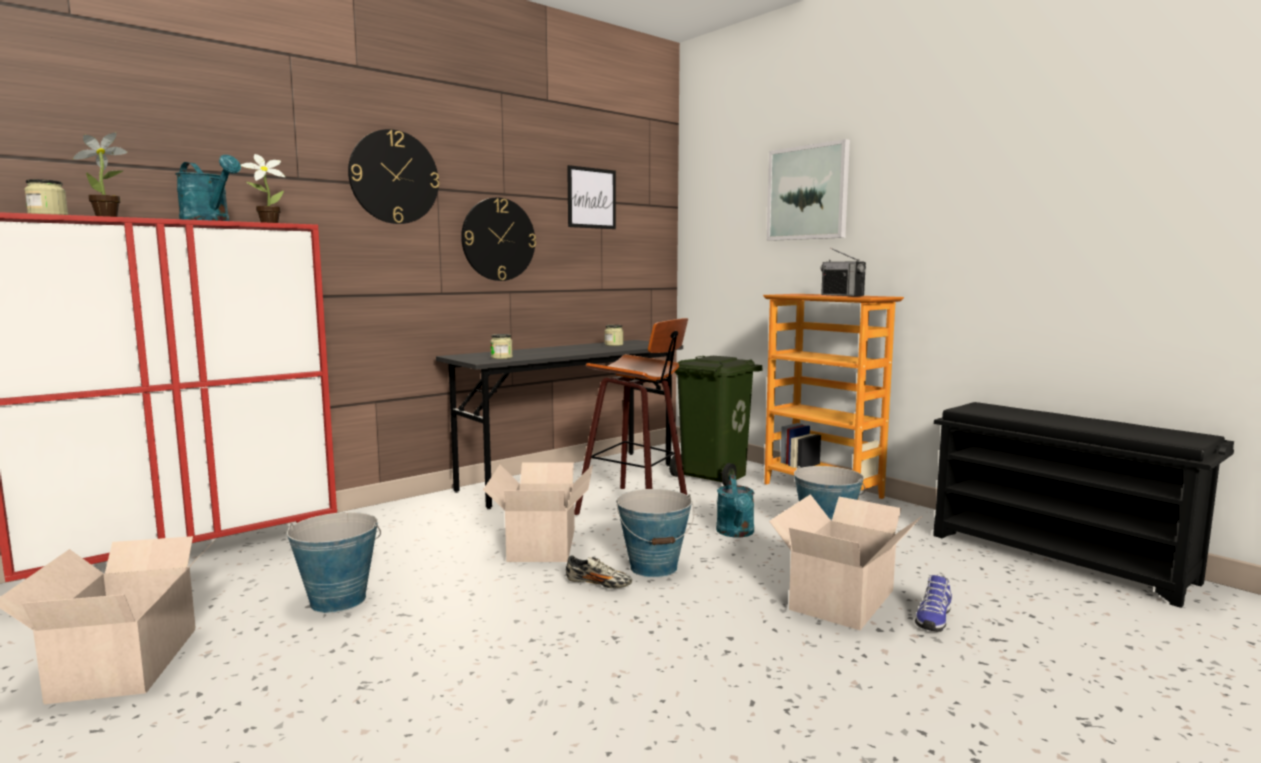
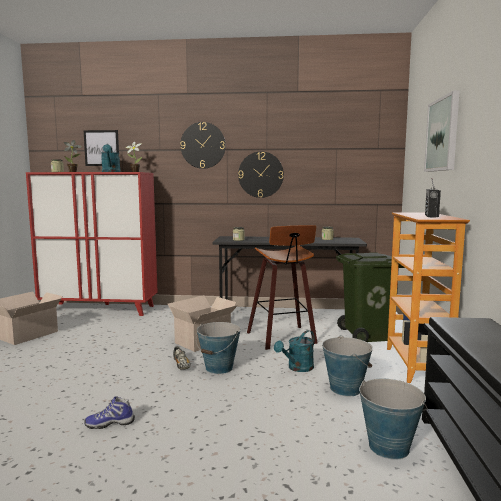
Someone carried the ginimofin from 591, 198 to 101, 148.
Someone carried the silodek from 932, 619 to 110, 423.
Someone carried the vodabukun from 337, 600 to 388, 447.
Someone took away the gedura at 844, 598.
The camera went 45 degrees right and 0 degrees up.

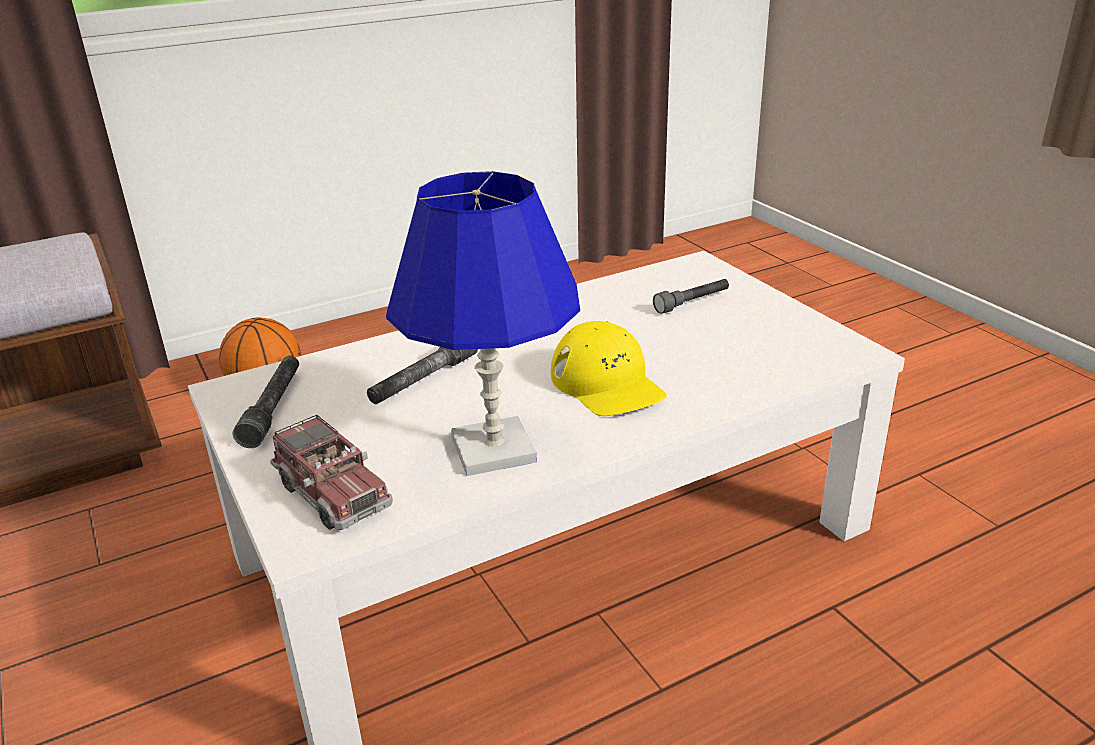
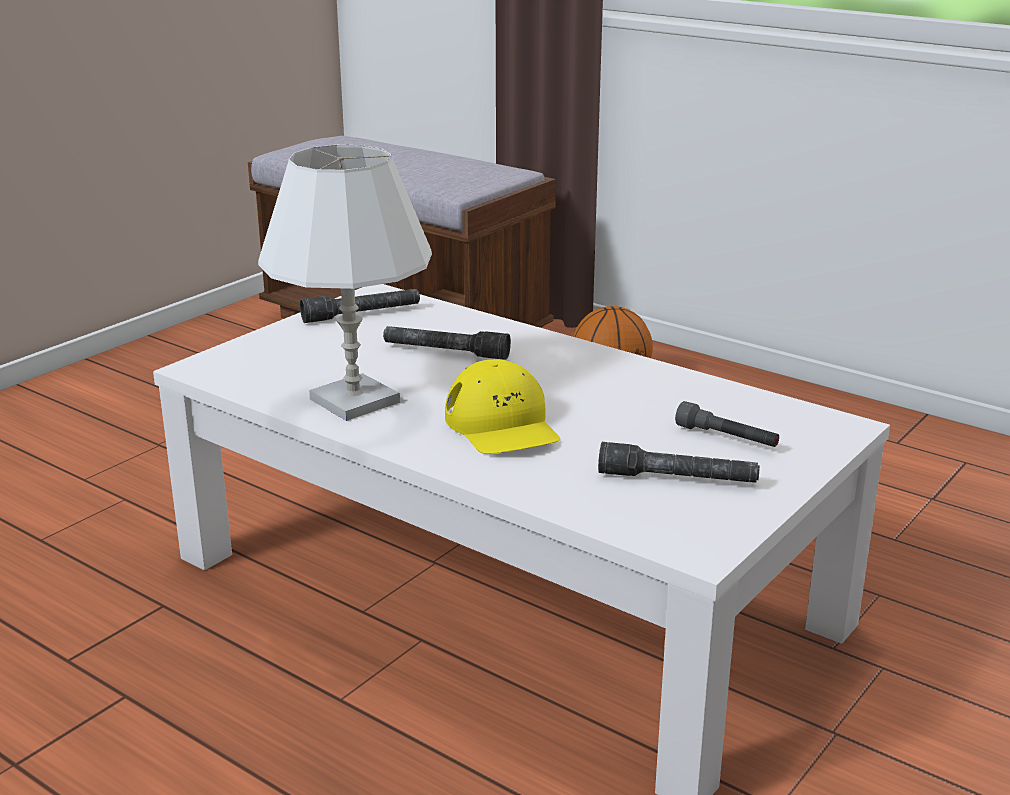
Someone repainted the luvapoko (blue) at 493, 450, which became the luvapoko (white) at 354, 401.
Someone rotated the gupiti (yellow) at 607, 383 by 60 degrees counterclockwise.
Someone put down the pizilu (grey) at 677, 478.
Someone took away the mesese at 332, 493.
The camera went 65 degrees right and 5 degrees down.

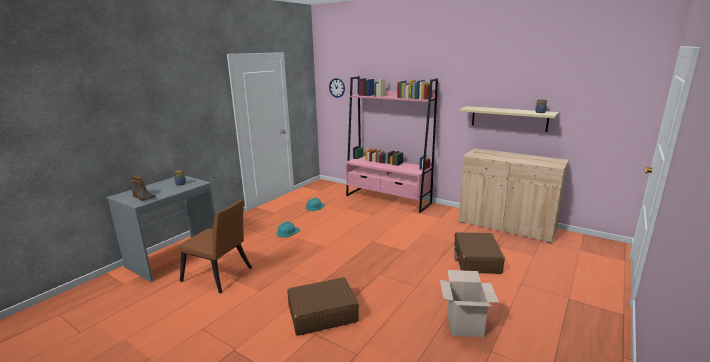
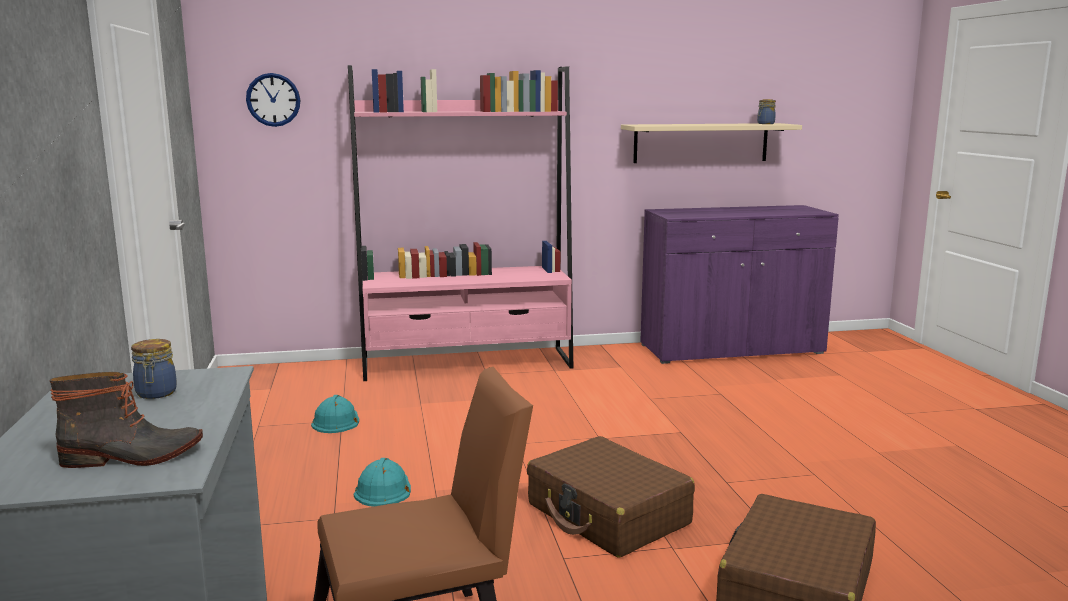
Someone carried the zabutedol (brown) from 476, 260 to 608, 515.
Someone repainted the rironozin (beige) at 506, 226, which became the rironozin (purple) at 731, 349.
Someone took away the gedura at 464, 324.
The camera went 45 degrees left and 5 degrees down.

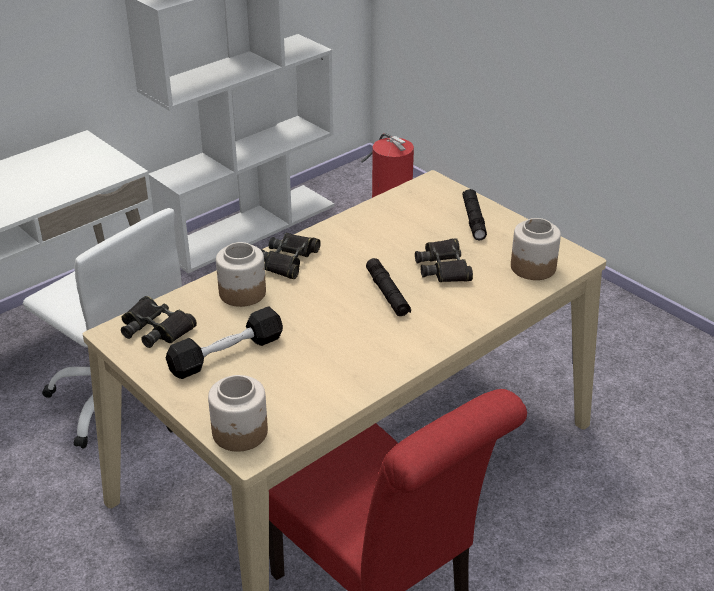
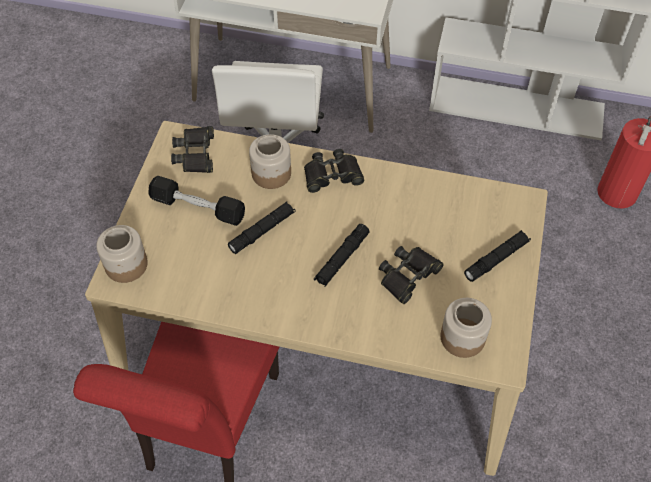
Someone put down the pizilu (black) at 262, 231.
The camera went 55 degrees right and 20 degrees up.

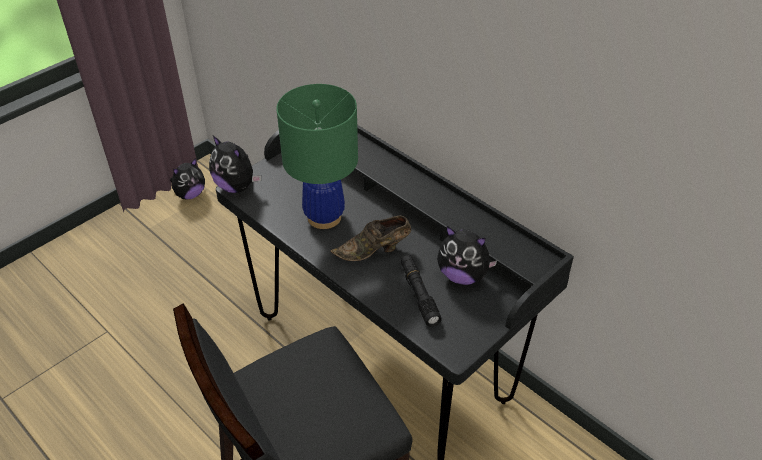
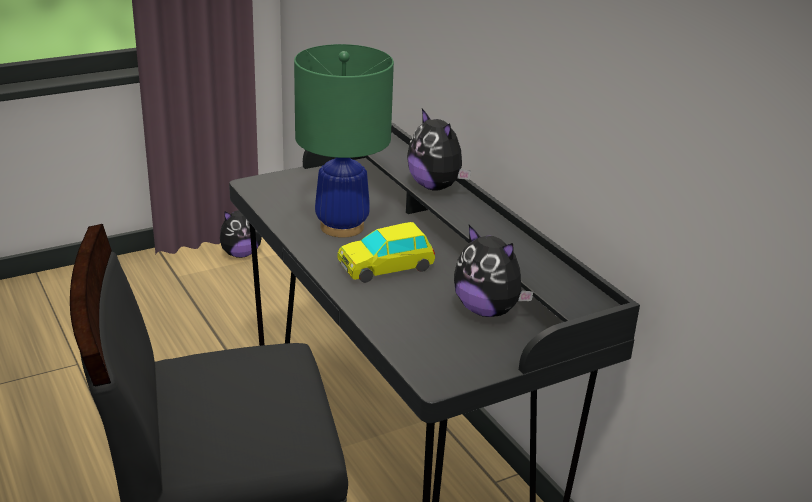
Someone swapped the silodek (brown) at 374, 251 for the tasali at 385, 267.
Someone carried the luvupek from 236, 186 to 436, 186.
Someone took away the pizilu (black) at 419, 294.
The camera went 15 degrees right and 15 degrees down.

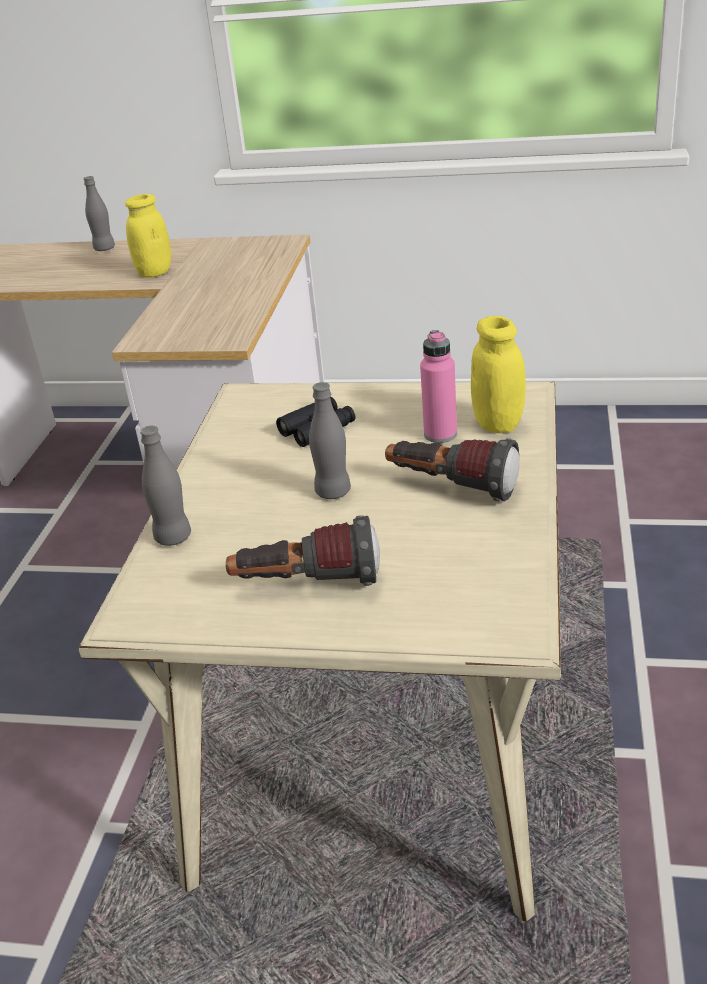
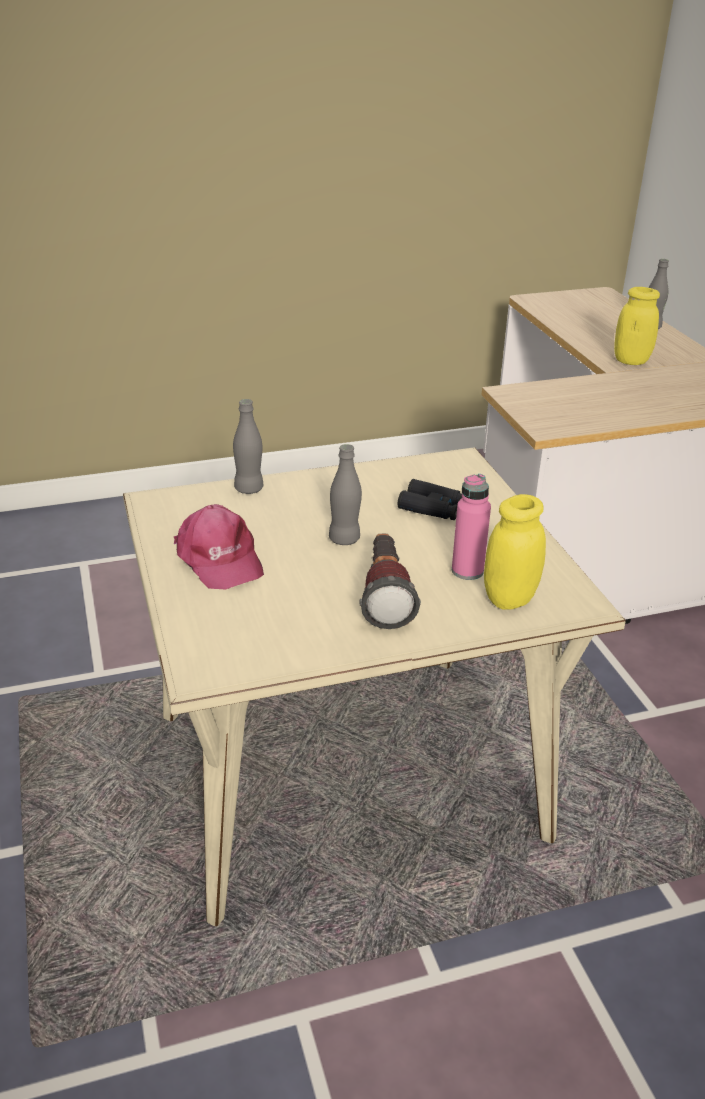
Someone swapped the pizilu at 307, 585 for the gupiti (pink) at 219, 559.
The camera went 60 degrees right and 0 degrees up.

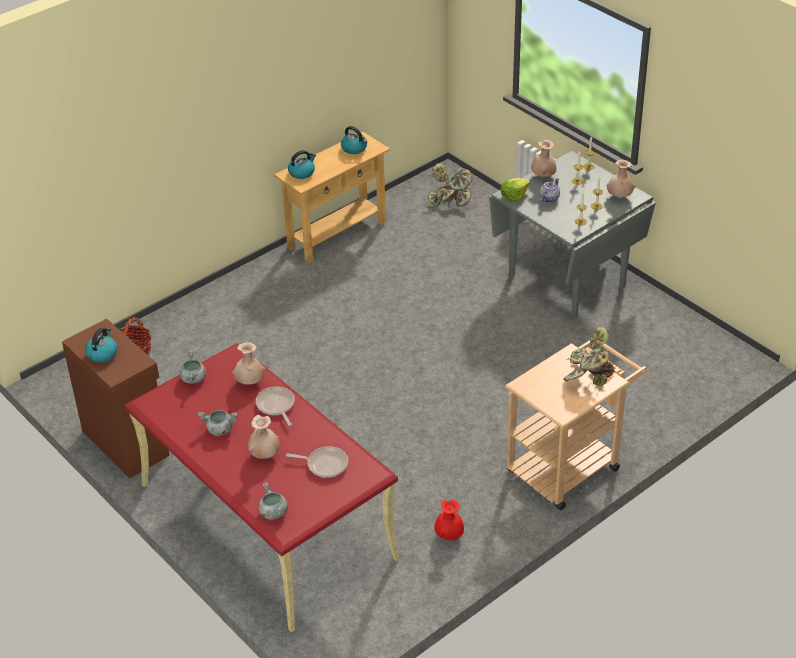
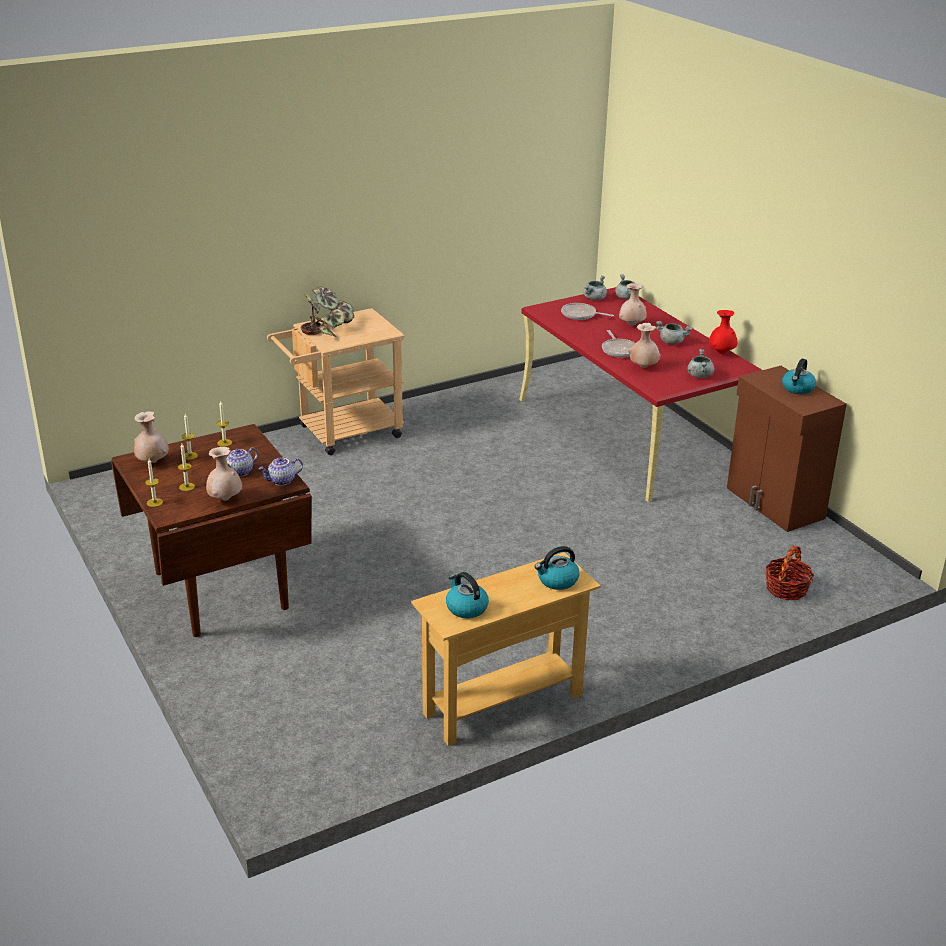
Someone repainted the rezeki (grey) at 566, 280, which became the rezeki (brown) at 222, 589.
Someone swapped the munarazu at 514, 196 for the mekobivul at 282, 481.
Someone put down the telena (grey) at 594, 299.
Someone carried the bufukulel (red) from 449, 535 to 721, 353.
Someone took away the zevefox at 451, 200.
The camera went 170 degrees left and 10 degrees down.

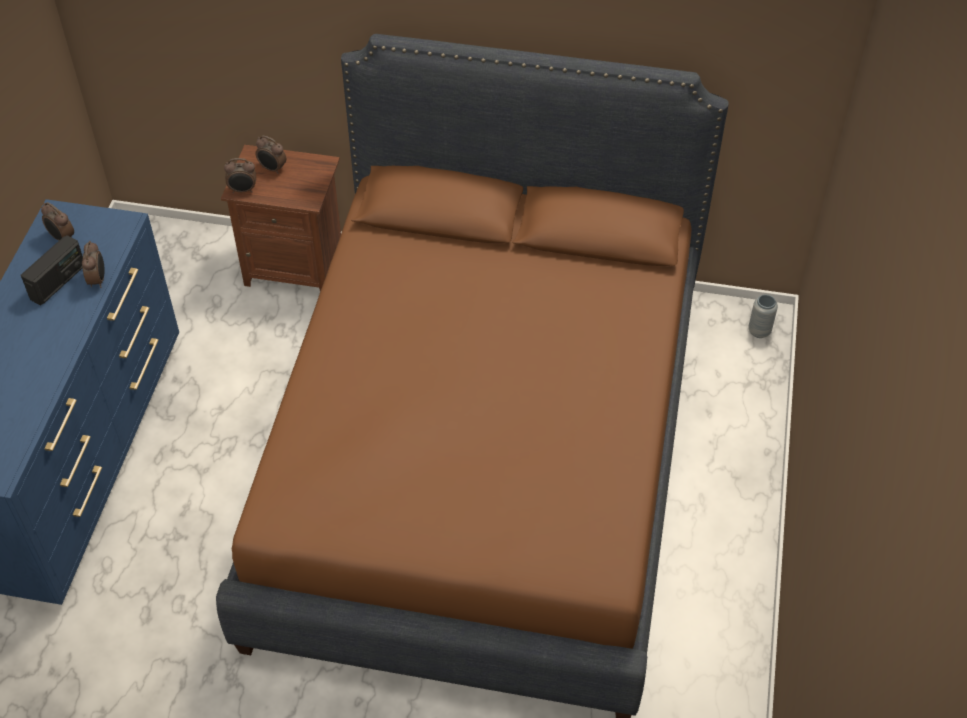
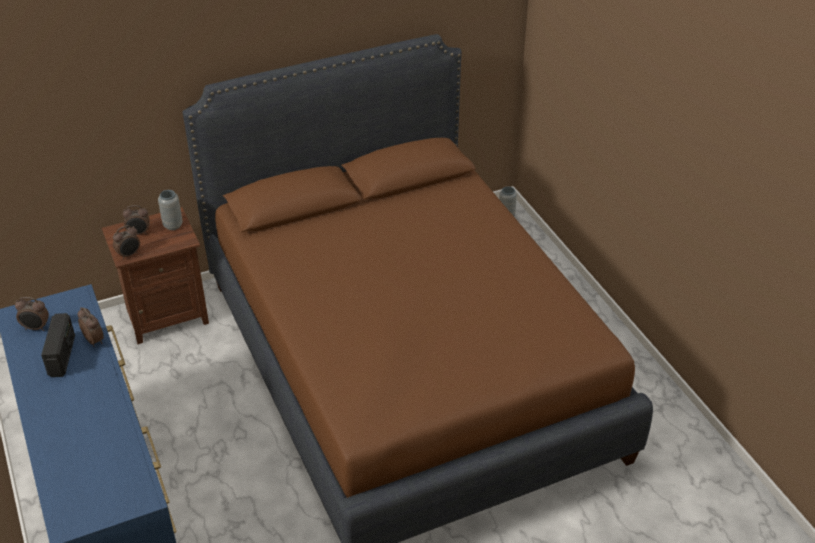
Someone put down the bufukulel (grey) at 173, 225.
The camera went 35 degrees left and 10 degrees down.

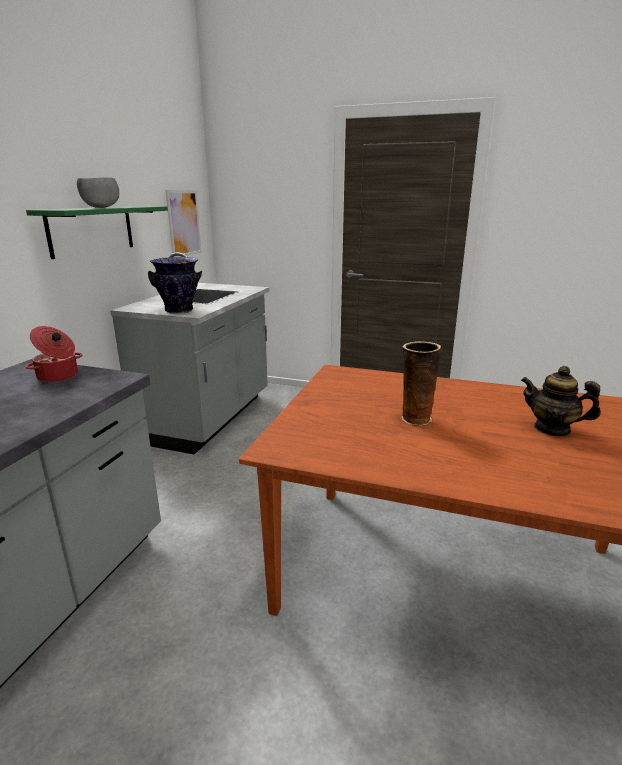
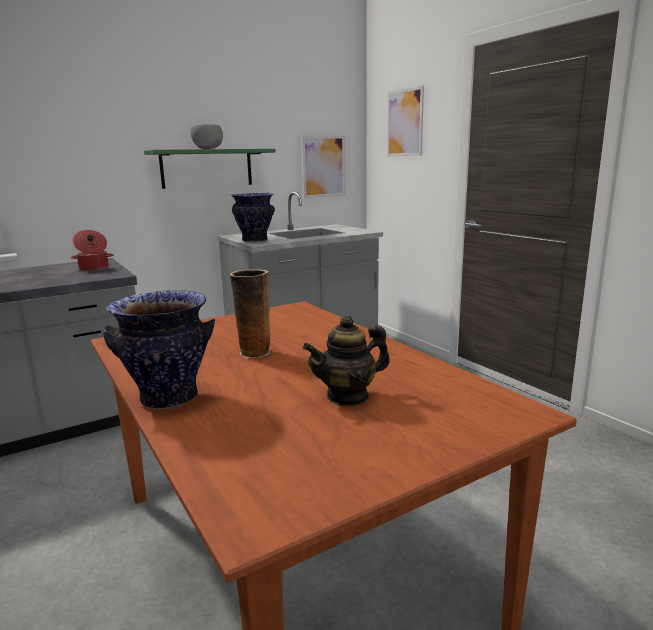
Someone put down the bufukulel at 169, 398.
Someone rotated the mekobivul at 552, 429 by 90 degrees counterclockwise.
Someone put up the ginimofin at 405, 123.
The camera went 40 degrees right and 5 degrees down.

